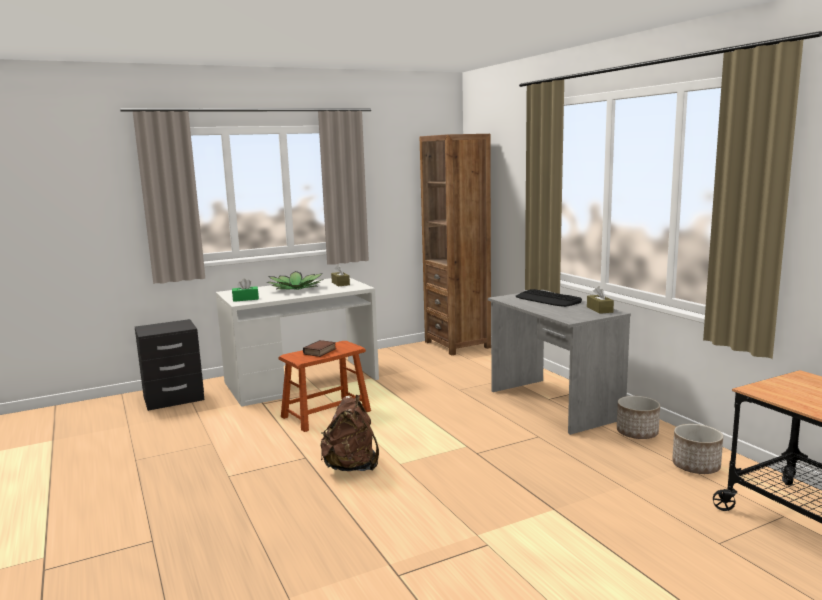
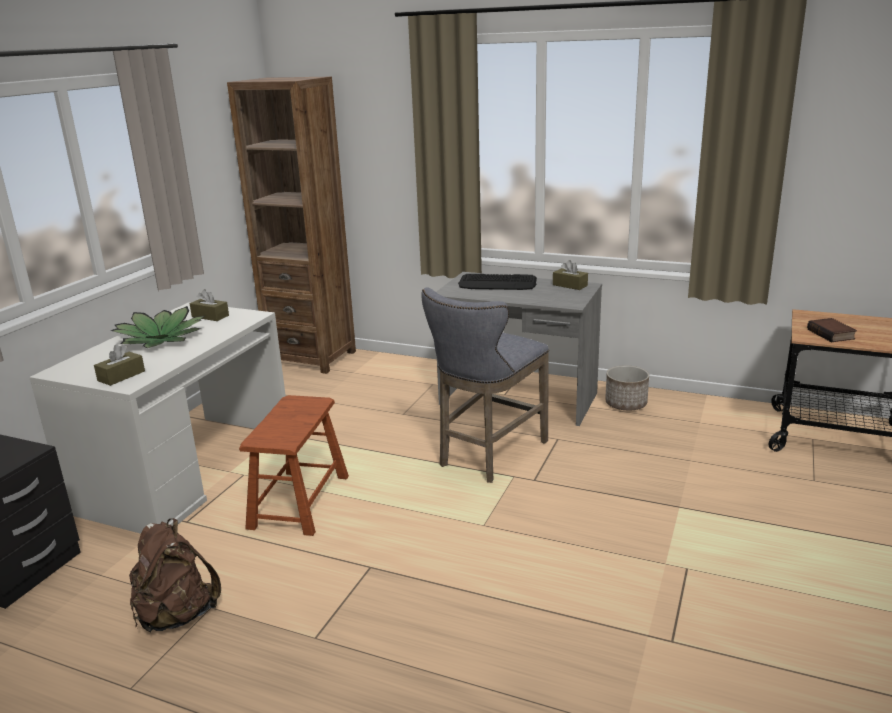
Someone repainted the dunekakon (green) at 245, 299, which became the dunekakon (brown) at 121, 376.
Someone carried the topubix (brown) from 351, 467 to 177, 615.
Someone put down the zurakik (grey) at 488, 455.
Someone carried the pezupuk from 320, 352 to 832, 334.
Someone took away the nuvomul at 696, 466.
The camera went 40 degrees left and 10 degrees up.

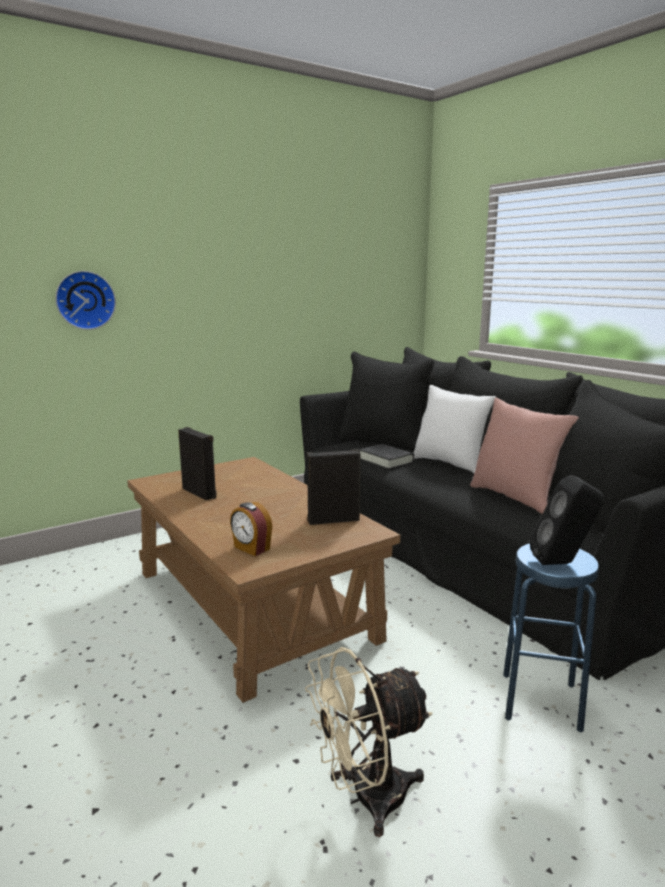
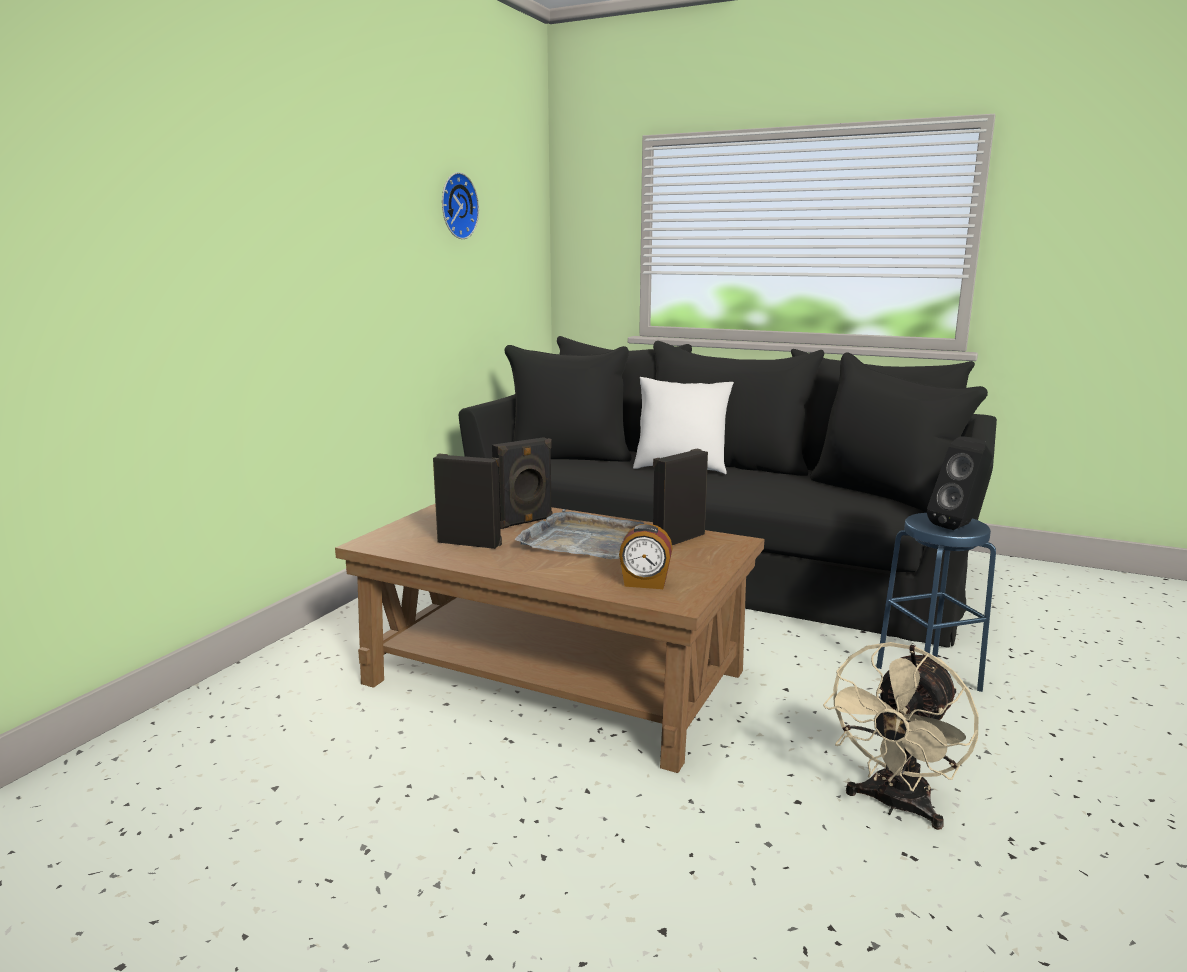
Someone carried the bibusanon from 85, 300 to 456, 206.
Someone put down the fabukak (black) at 524, 522.
Someone put down the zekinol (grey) at 584, 540.
Someone took away the pezupuk (black) at 386, 461.
Someone took away the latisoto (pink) at 515, 497.
The camera went 30 degrees left and 0 degrees up.

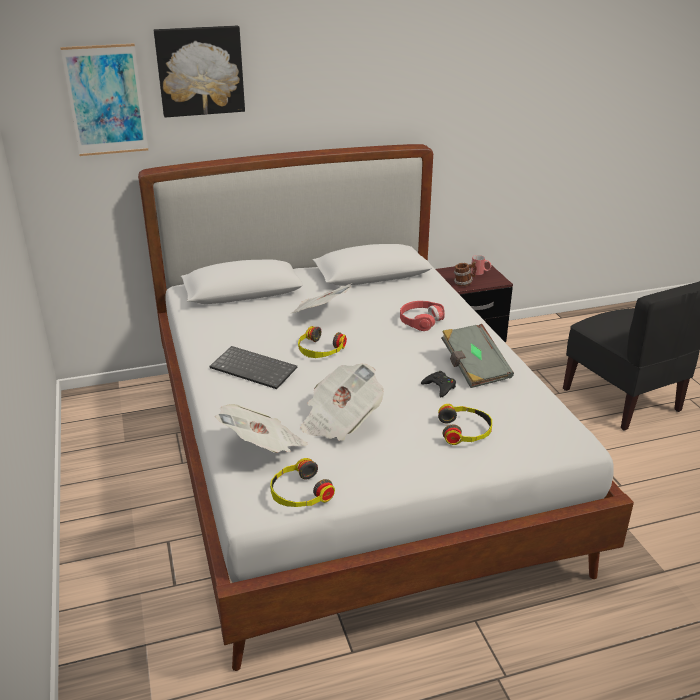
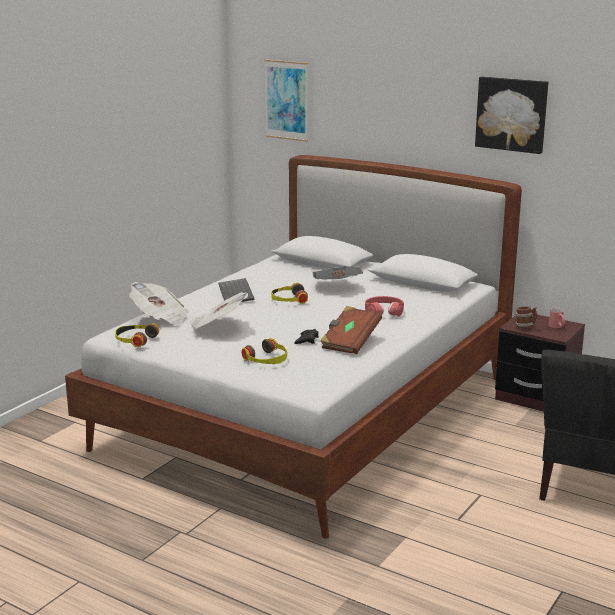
Someone repainted the pezupuk (grey) at 474, 368, which became the pezupuk (brown) at 350, 342.
Someone carried the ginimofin from 200, 71 to 512, 114.
The camera went 50 degrees right and 10 degrees down.

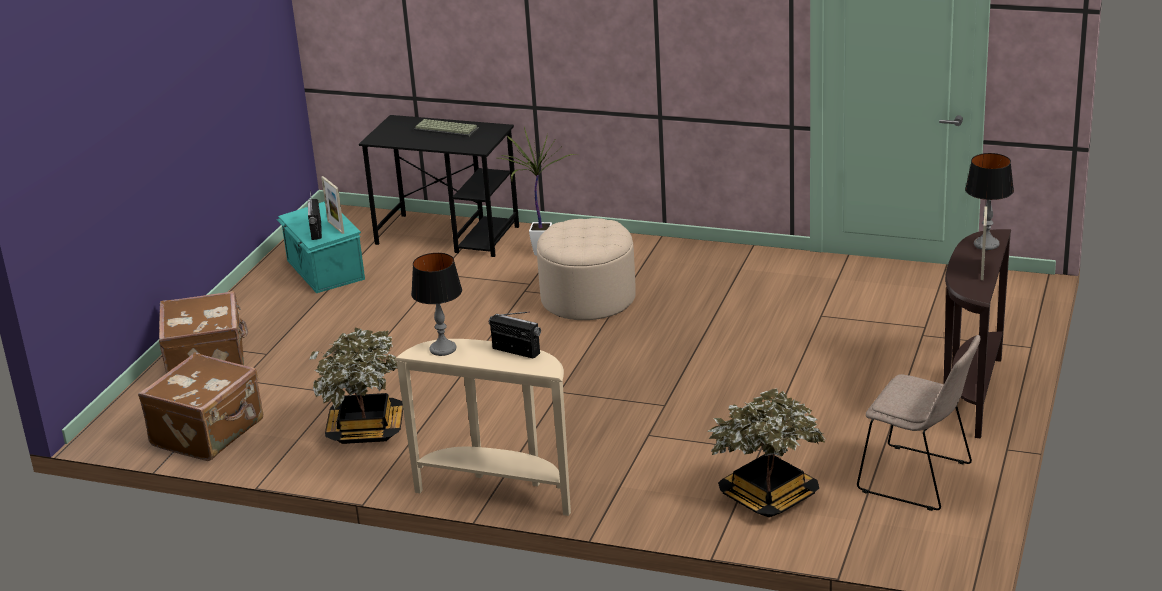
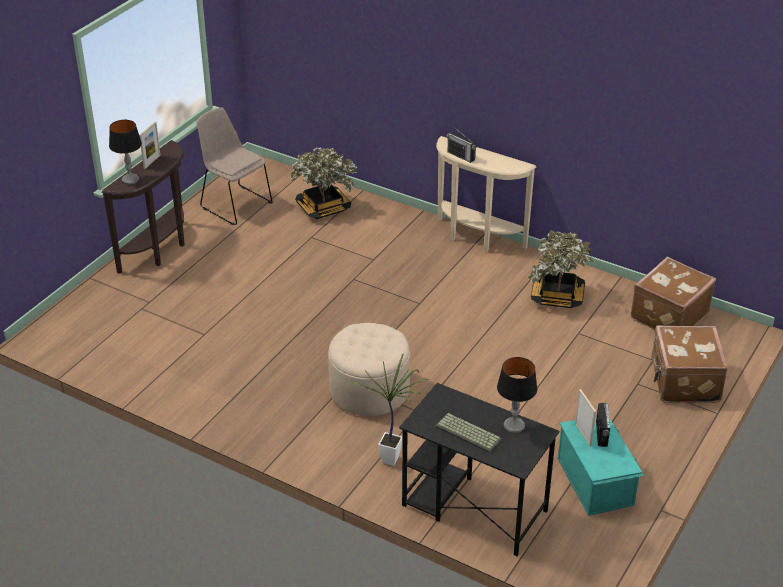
Someone carried the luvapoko from 443, 349 to 513, 426.
The camera went 170 degrees left and 10 degrees up.

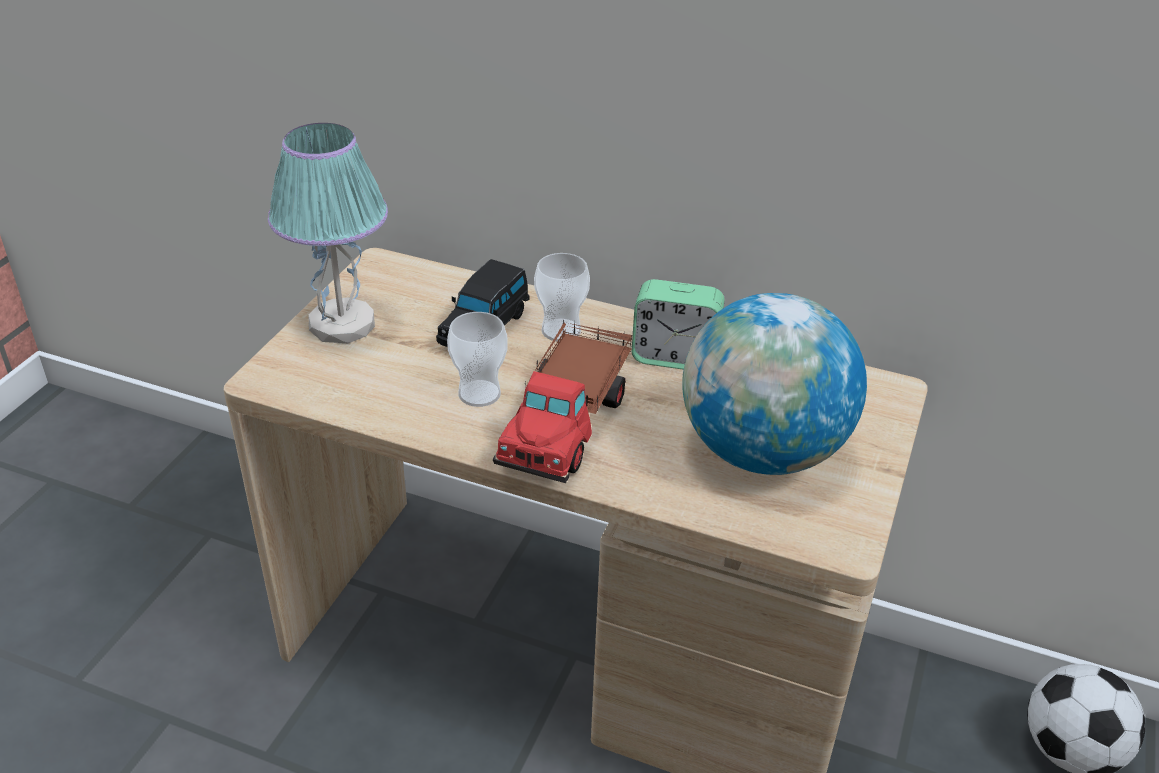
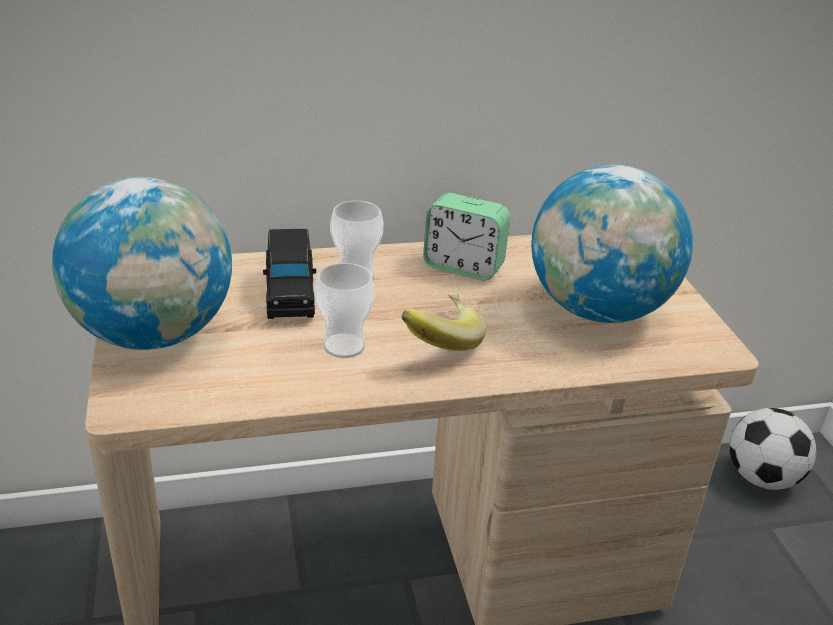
Someone swapped the luvapoko at 342, 325 for the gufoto at 154, 334.
Someone swapped the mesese at 567, 421 for the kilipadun at 439, 340.
Someone rotated the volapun at 674, 357 by 45 degrees clockwise.
The camera went 35 degrees left and 5 degrees down.

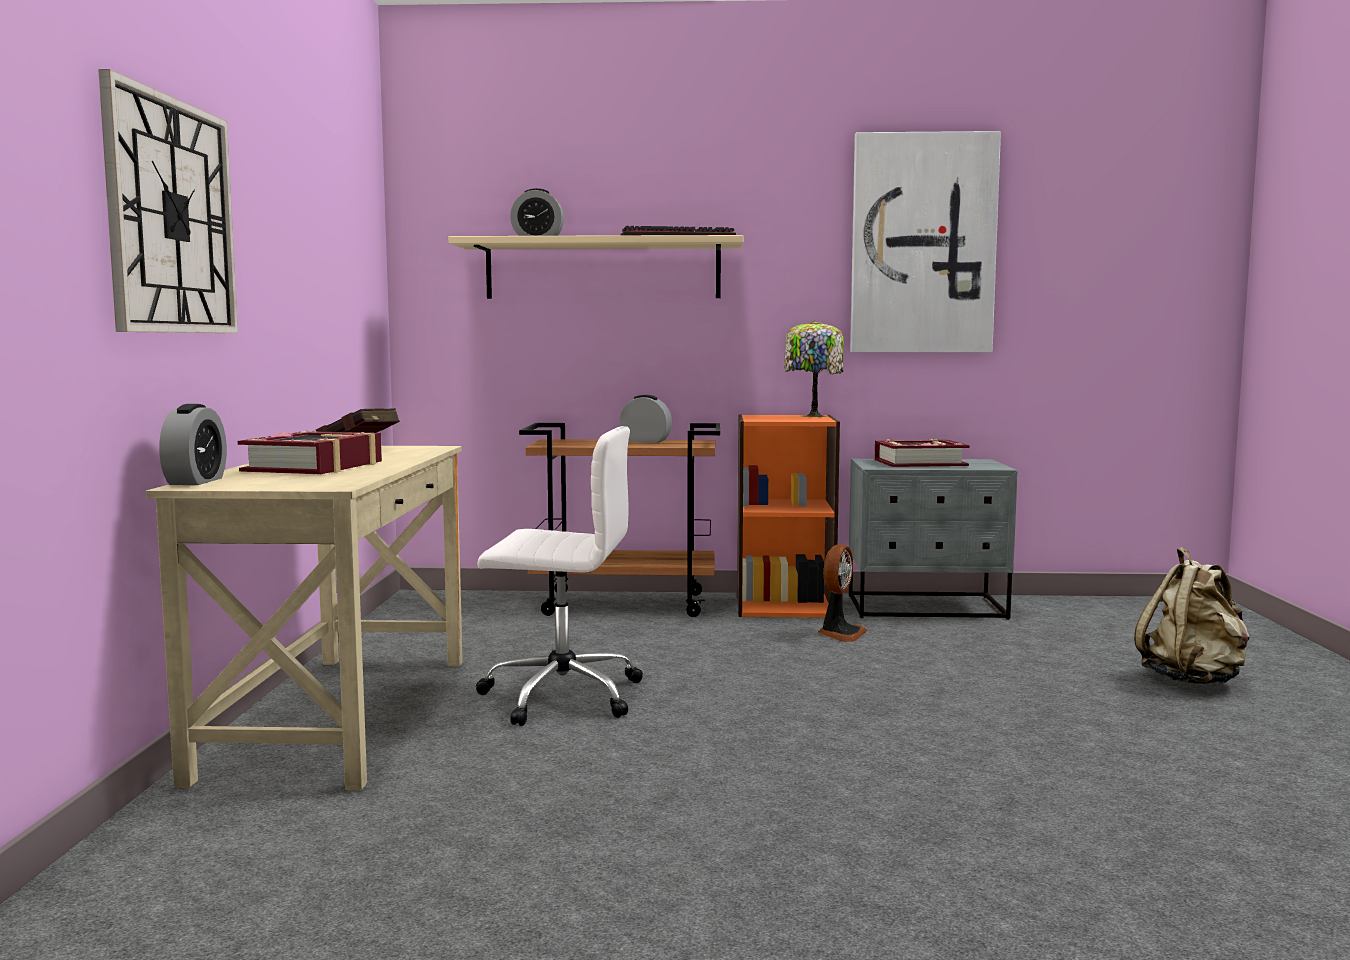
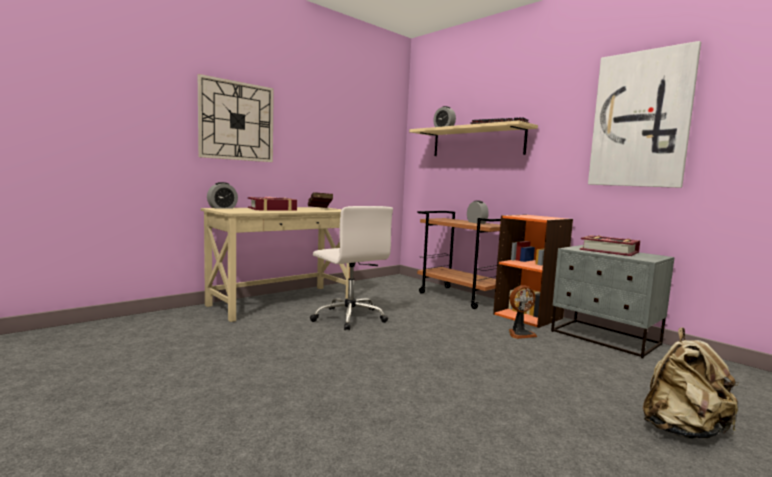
Someone took away the luvapoko at 812, 416.
The camera went 45 degrees right and 0 degrees up.

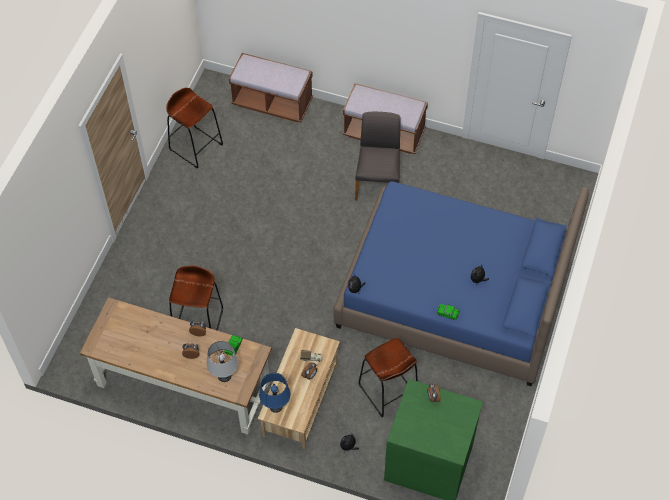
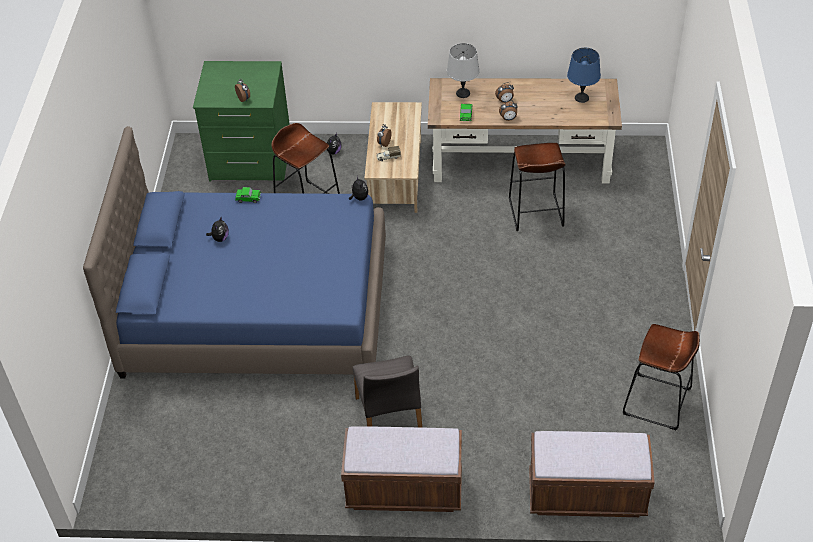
Someone carried the luvapoko (blue) from 275, 406 to 582, 98.
The camera went 165 degrees right and 10 degrees down.

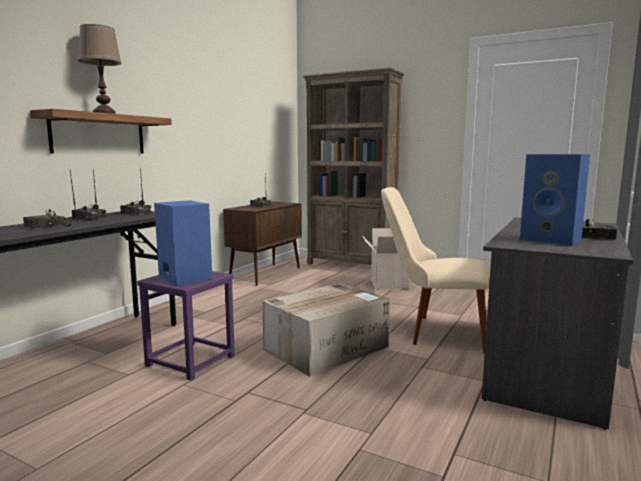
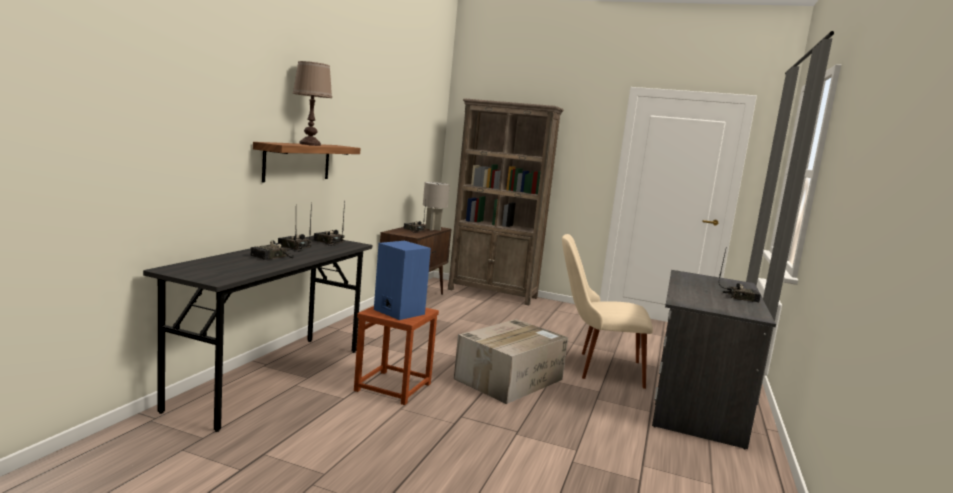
Someone repainted the zurakik (purple) at 191, 361, which became the zurakik (brown) at 393, 387.
Someone put down the luvapoko (grey) at 432, 229.
Someone took away the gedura at 387, 284.
Someone took away the fabukak (blue) at 552, 239.
The camera went 10 degrees left and 0 degrees up.

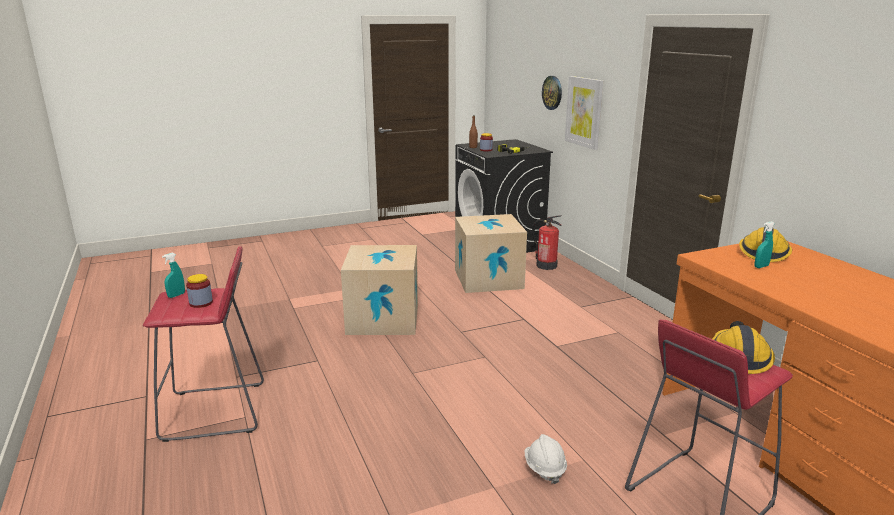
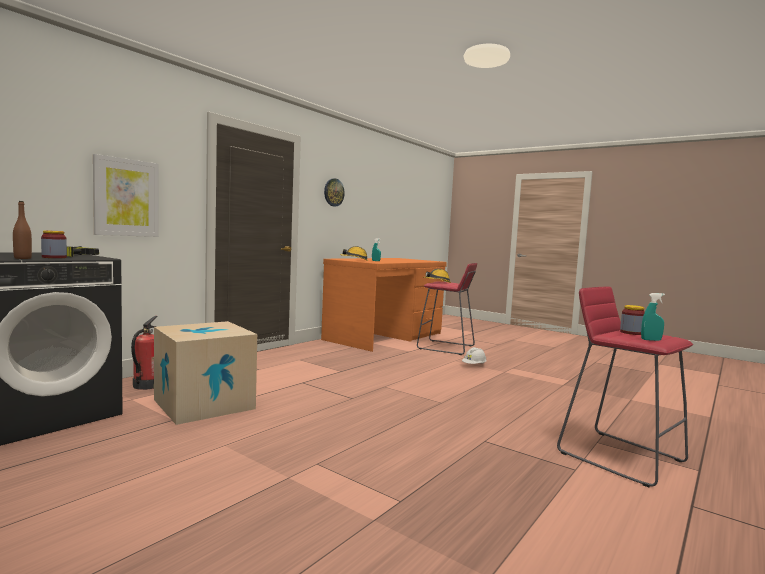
Someone carried the bibusanon from 552, 92 to 333, 192.
Someone took away the gedura at 383, 319.
The camera went 120 degrees left and 15 degrees down.

